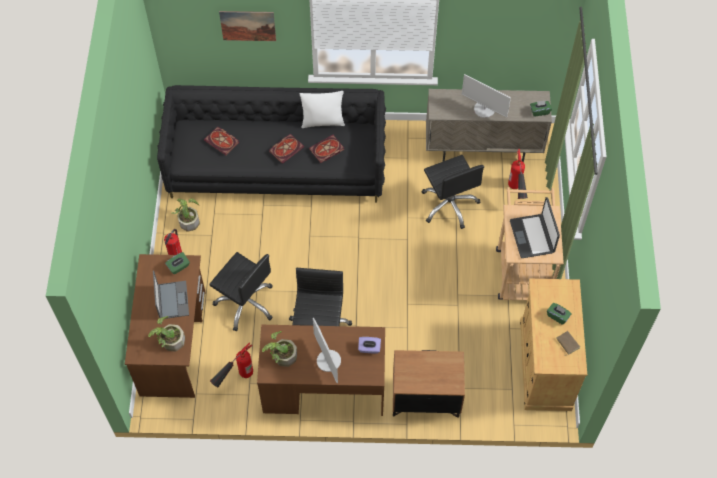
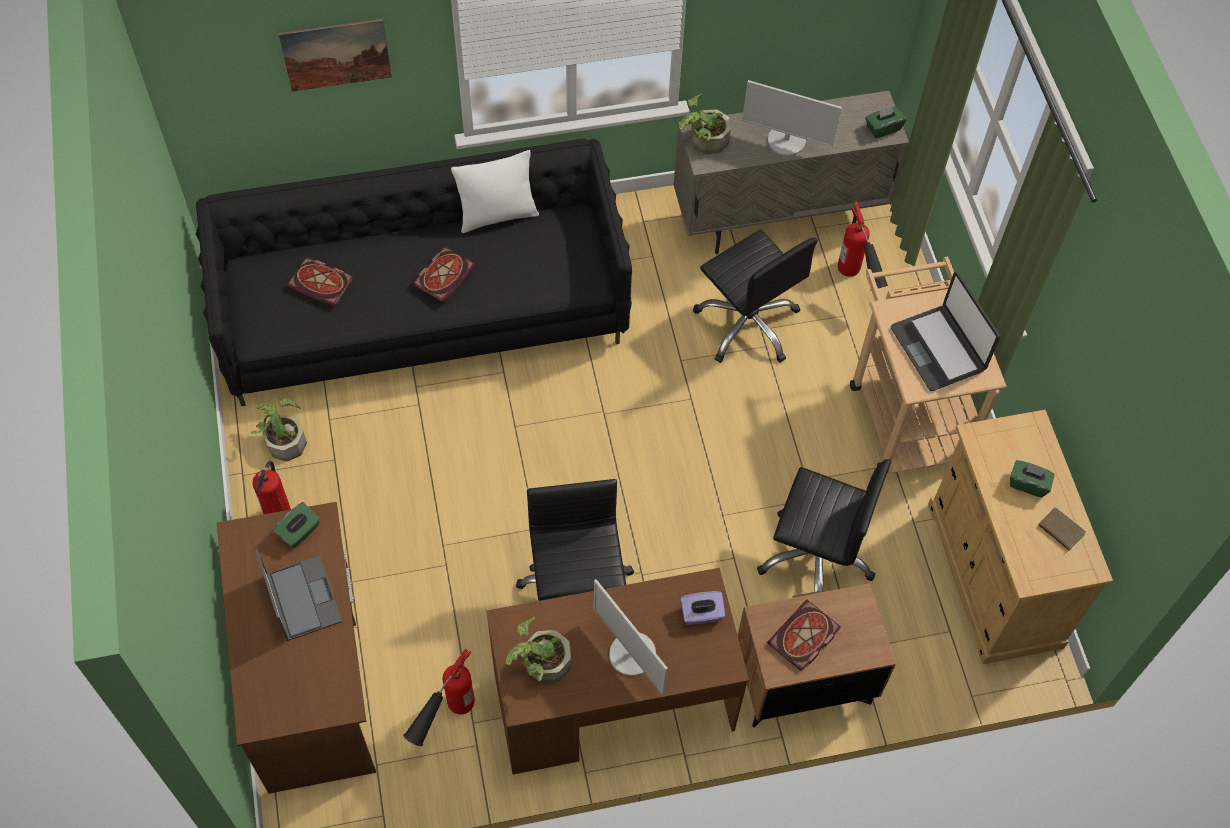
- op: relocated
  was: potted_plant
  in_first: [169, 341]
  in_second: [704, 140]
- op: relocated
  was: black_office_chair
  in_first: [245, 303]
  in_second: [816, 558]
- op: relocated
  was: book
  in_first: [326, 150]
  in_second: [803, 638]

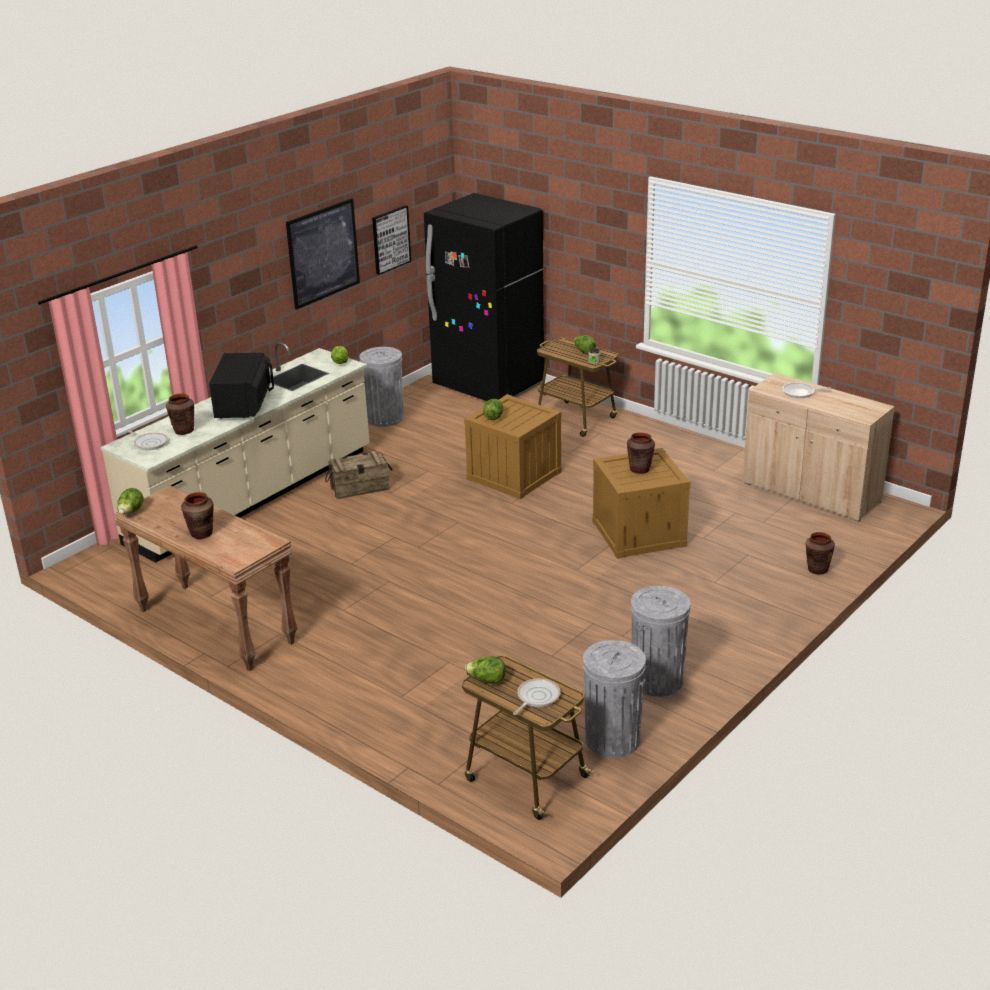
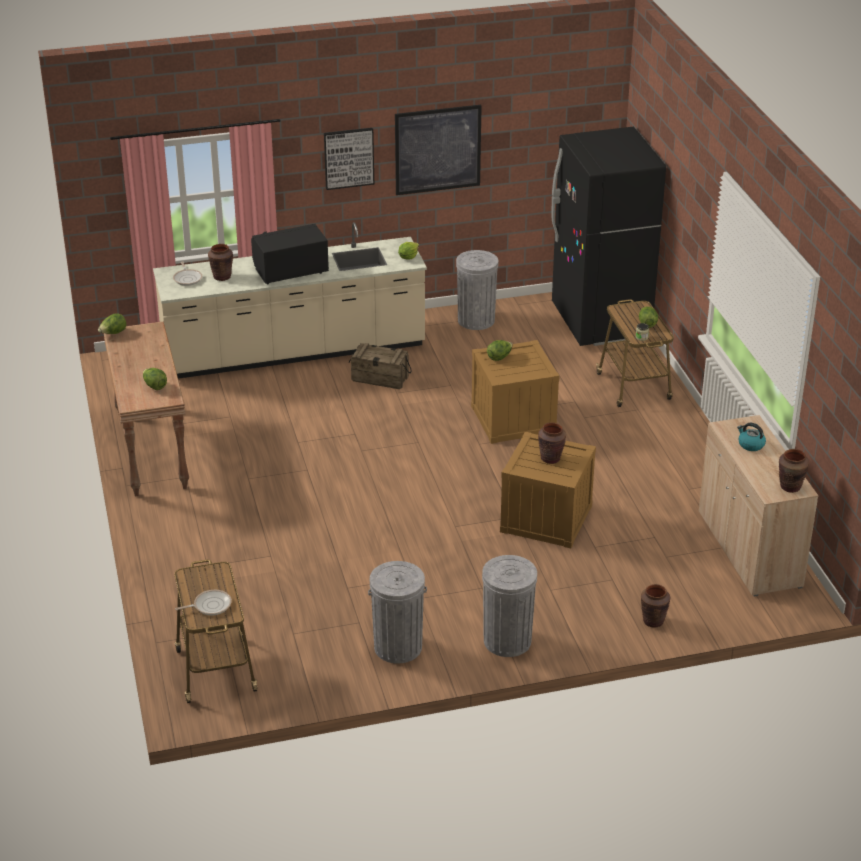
- op: relocated
  was: brown_vase
  in_first: [201, 534]
  in_second: [790, 487]
- op: relocated
  was: picture
  in_first: [390, 239]
  in_second: [348, 158]
- op: relocated
  was: lettuce
  in_first: [487, 680]
  in_second: [154, 386]
- op: relocated
  was: grey_trash_can
  in_first: [612, 739]
  in_second: [507, 640]
- op: exchanged
  was: frying_pan
  now: kettle
  in_first: [800, 393]
  in_second: [750, 445]
- op: spun
  was: black_microwave
  in_first: [244, 405]
  in_second: [290, 270]
  clockwise: -150

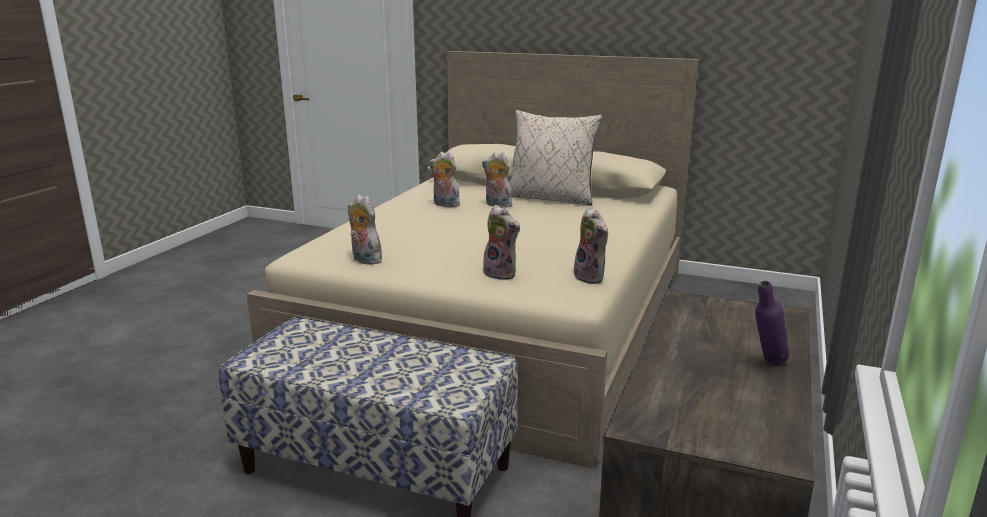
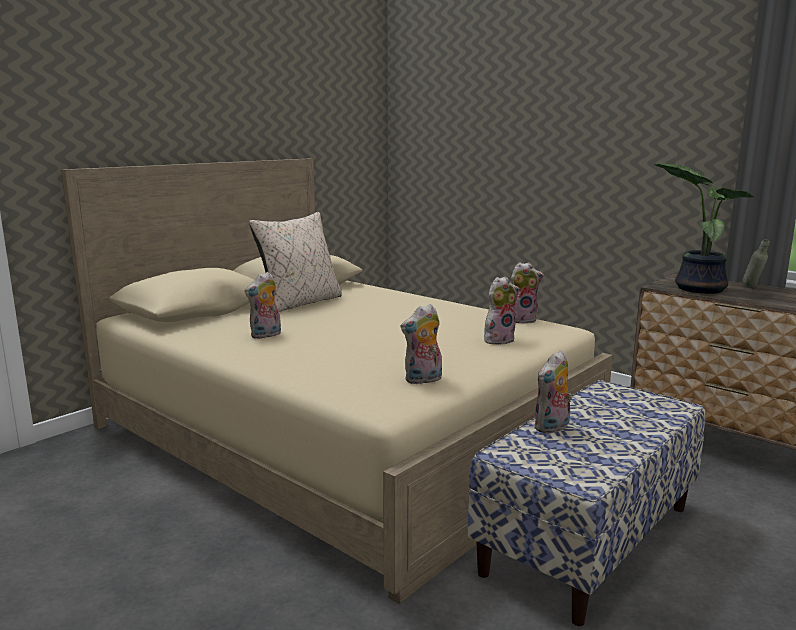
- op: appeared
  now: potted_plant
  in_second: [697, 288]
- op: relocated
  was: plush_toy
  in_first: [497, 205]
  in_second: [552, 428]
- op: colour
  was: purple_bottle
  now: grey_bottle
  in_first: [766, 364]
  in_second: [752, 288]

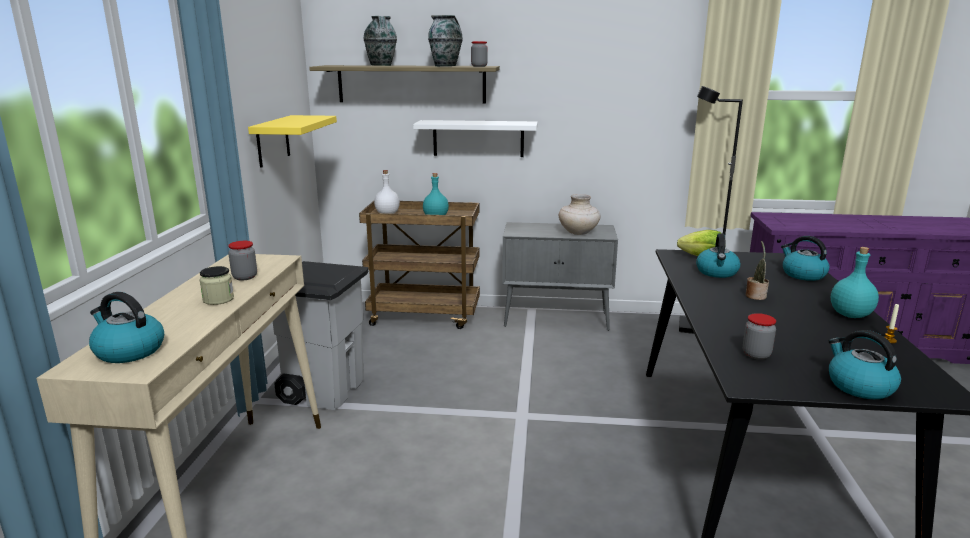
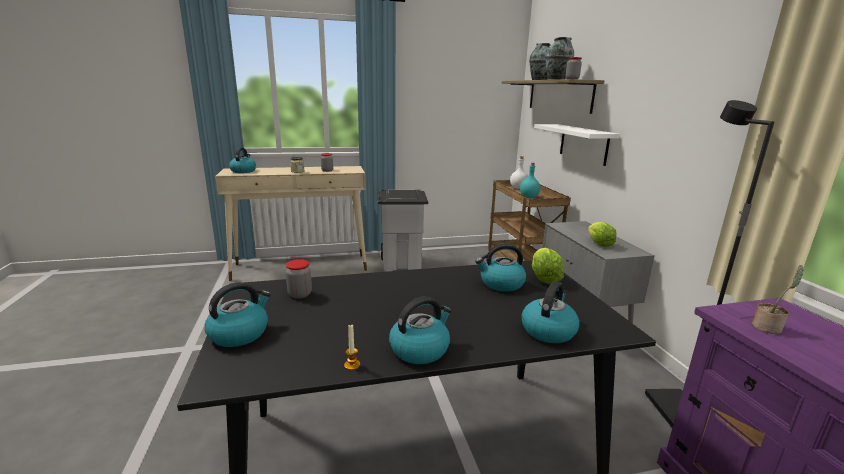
- op: missing
  was: yellow_shelf
  in_first: [273, 141]
- op: relocated
  was: potted_plant
  in_first: [755, 295]
  in_second: [768, 327]
- op: exchanged
  was: beige_vase
  now: lettuce
  in_first: [578, 233]
  in_second: [598, 243]
- op: exchanged
  was: turquoise_bottle
  now: kettle
  in_first: [850, 315]
  in_second: [420, 349]

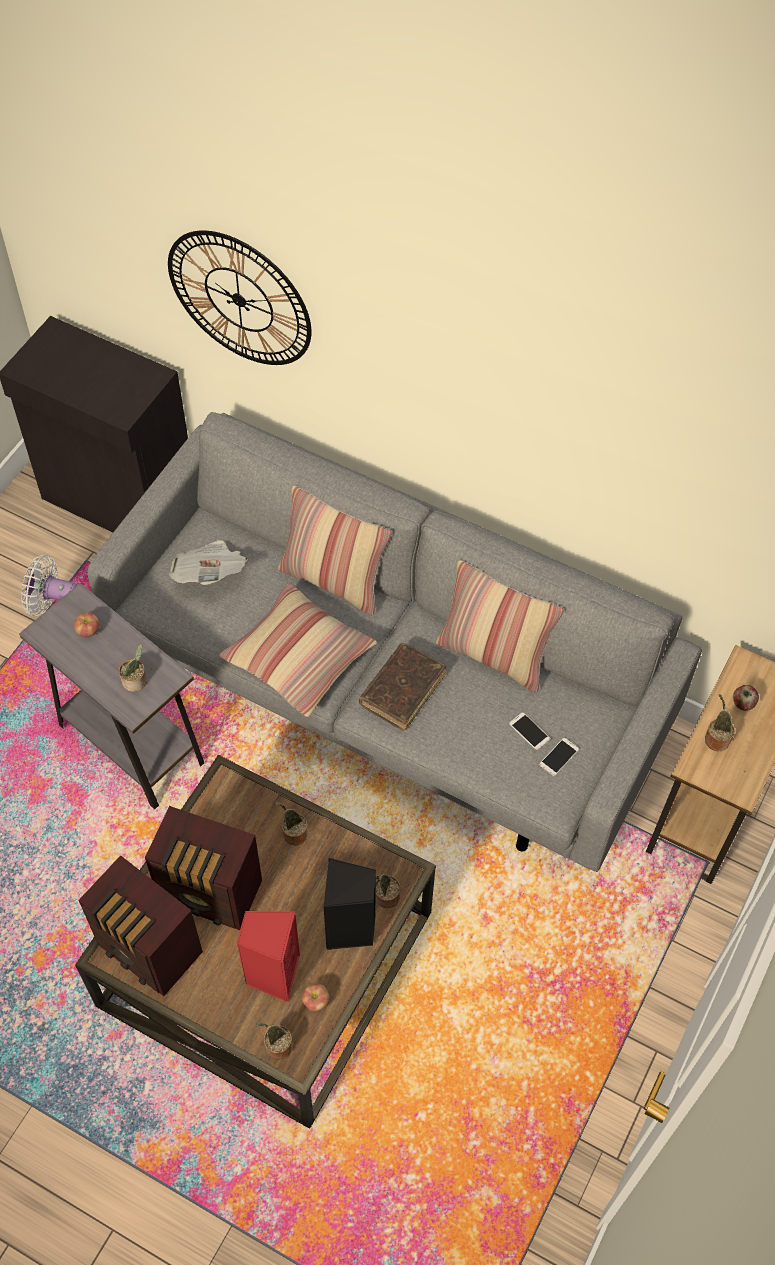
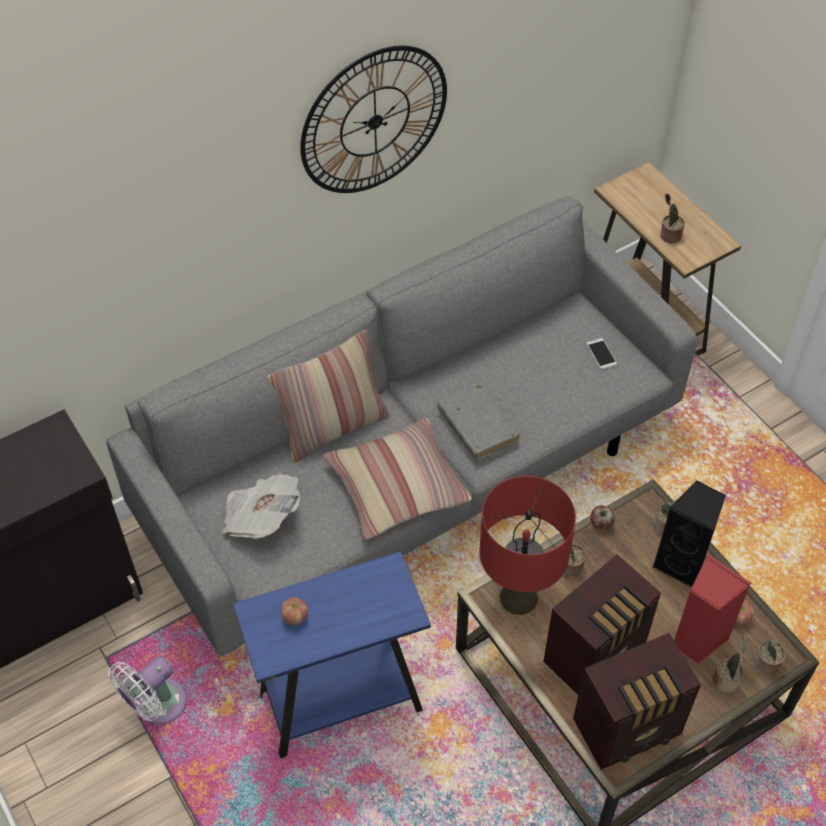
- op: missing
  was: pillow
  in_first: [493, 655]
- op: missing
  was: phone
  in_first: [529, 731]
- op: appeared
  now: red_table_lamp
  in_second: [518, 597]
- op: relocated
  was: potted_plant
  in_first: [136, 681]
  in_second: [726, 679]
- op: relocated
  was: wall_clock
  in_first: [239, 299]
  in_second: [374, 121]
- op: relocated
  was: apple
  in_first: [743, 703]
  in_second: [601, 523]
- op: colour
  was: grey_side_table
  now: blue_side_table
  in_first: [131, 744]
  in_second: [341, 702]
- op: colour
  was: brown_book
  now: grey_book
  in_first: [402, 690]
  in_second: [478, 427]

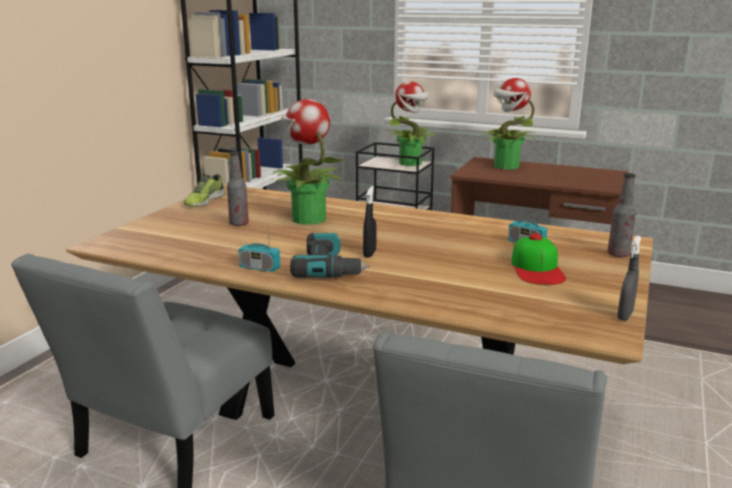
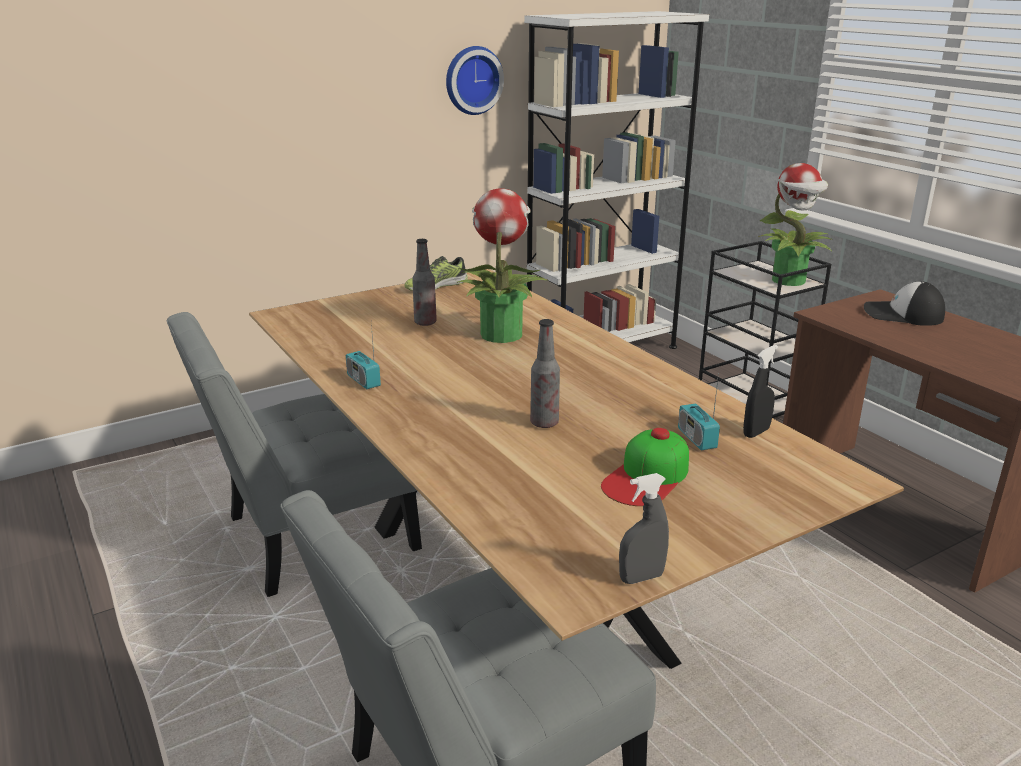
- op: missing
  was: power_drill
  in_first: [329, 268]
- op: appeared
  now: wall_clock
  in_second: [472, 80]
- op: relocated
  was: black_spray_bottle
  in_first: [369, 253]
  in_second: [756, 432]
- op: relocated
  was: bottle
  in_first: [618, 254]
  in_second: [544, 423]
- op: exchanged
  was: potted_plant
  now: cap
  in_first: [505, 166]
  in_second: [902, 314]

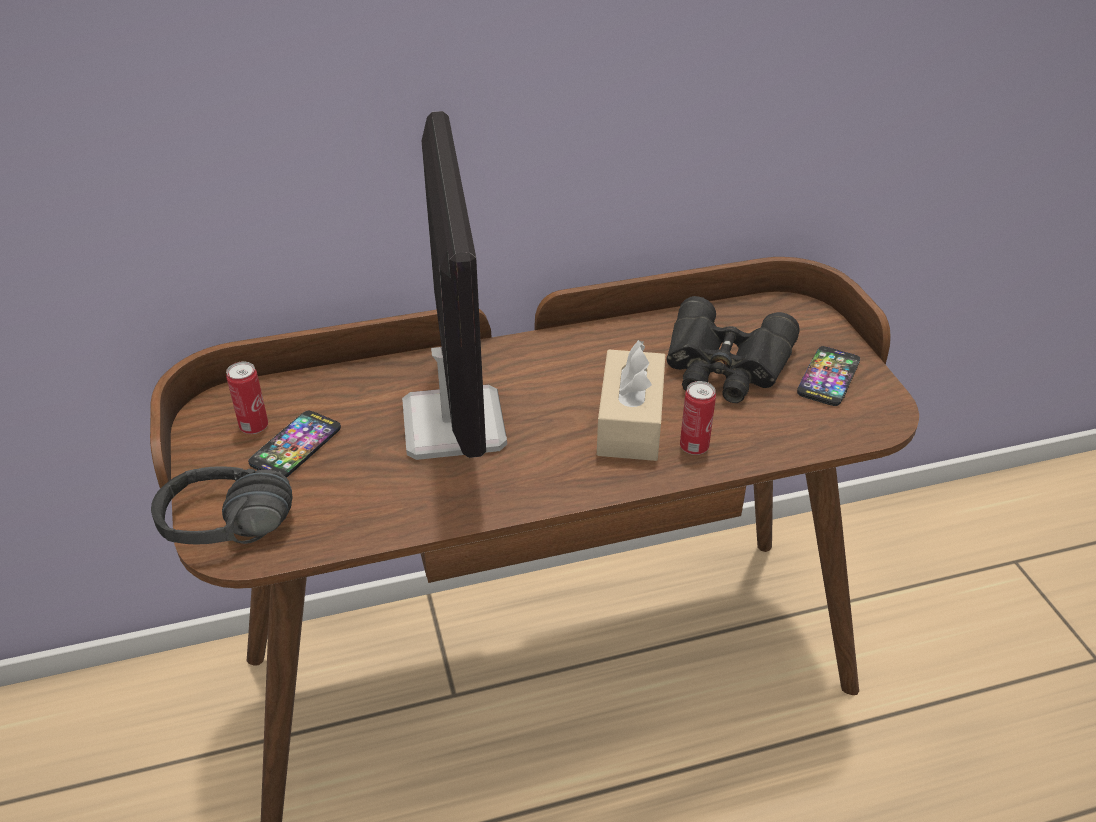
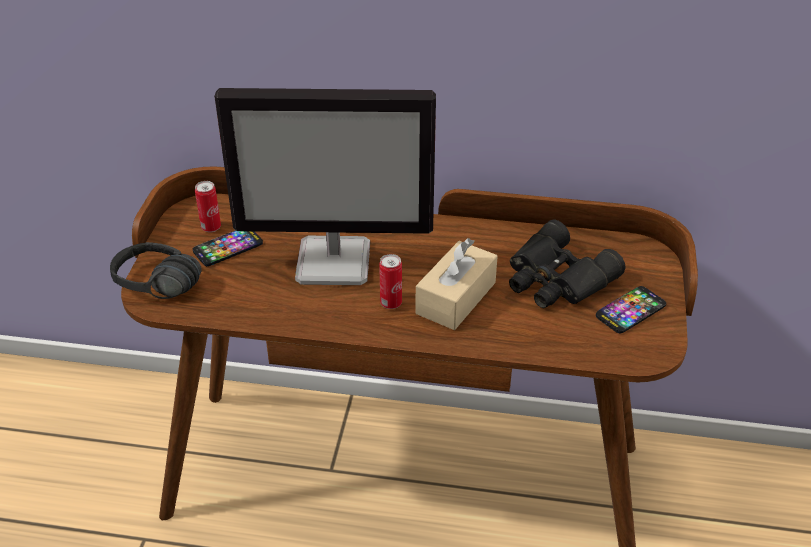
- op: relocated
  was: can
  in_first: [694, 447]
  in_second: [391, 303]
- op: spun
  was: monitor
  in_first: [452, 422]
  in_second: [335, 262]
  clockwise: 75

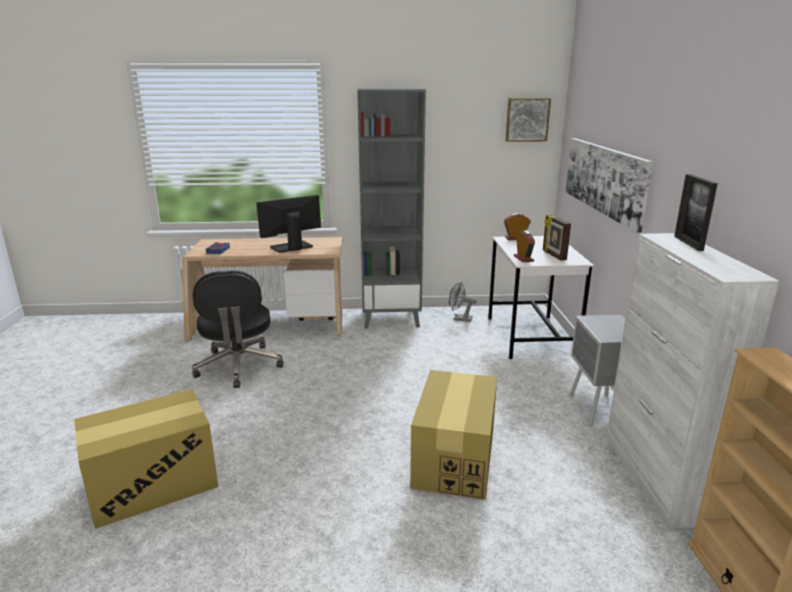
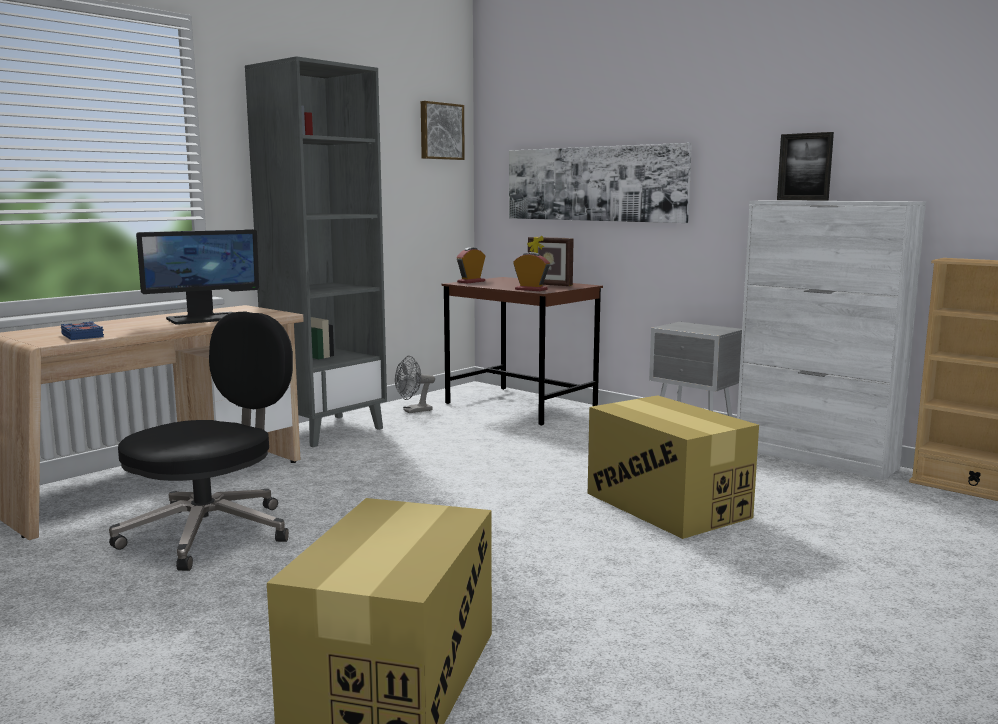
- op: colour
  was: white_desk
  now: brown_desk
  in_first: [531, 337]
  in_second: [521, 406]
- op: spun
  was: black_office_chair
  in_first: [238, 366]
  in_second: [211, 532]
  clockwise: -90
- op: spun
  was: monitor
  in_first: [291, 247]
  in_second: [205, 318]
  clockwise: -135

